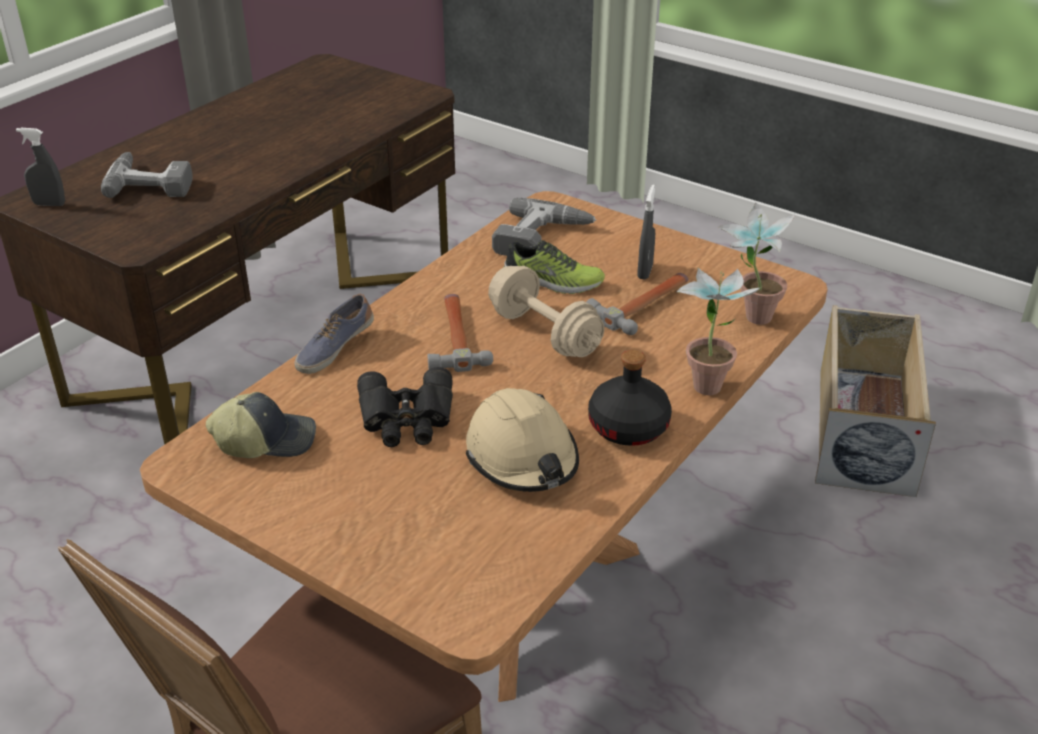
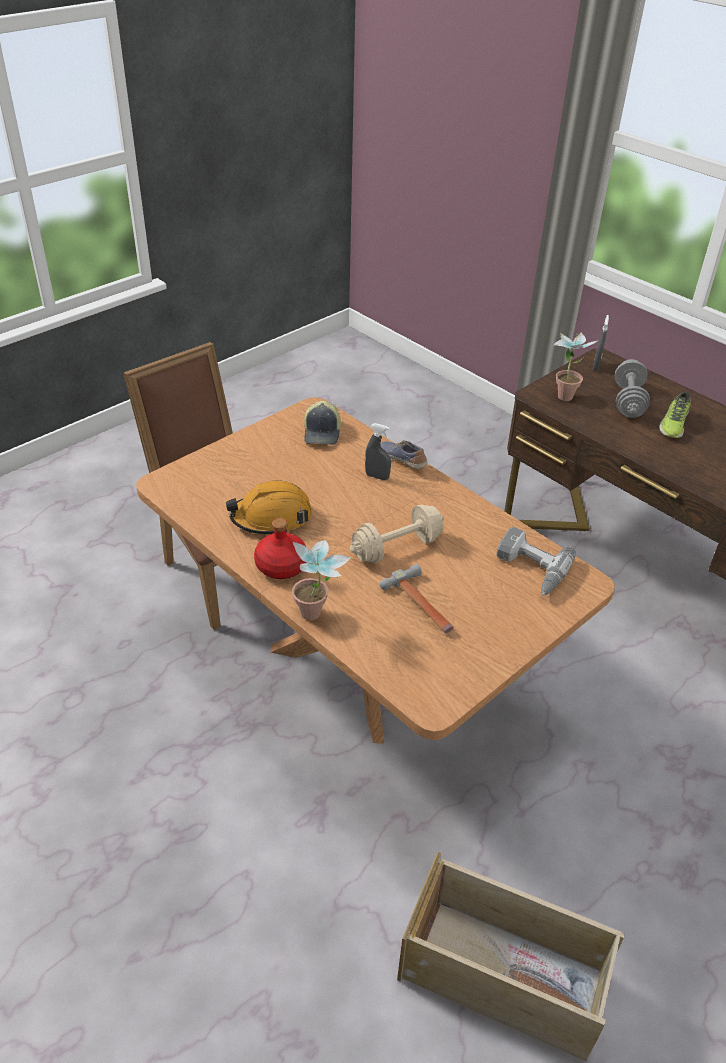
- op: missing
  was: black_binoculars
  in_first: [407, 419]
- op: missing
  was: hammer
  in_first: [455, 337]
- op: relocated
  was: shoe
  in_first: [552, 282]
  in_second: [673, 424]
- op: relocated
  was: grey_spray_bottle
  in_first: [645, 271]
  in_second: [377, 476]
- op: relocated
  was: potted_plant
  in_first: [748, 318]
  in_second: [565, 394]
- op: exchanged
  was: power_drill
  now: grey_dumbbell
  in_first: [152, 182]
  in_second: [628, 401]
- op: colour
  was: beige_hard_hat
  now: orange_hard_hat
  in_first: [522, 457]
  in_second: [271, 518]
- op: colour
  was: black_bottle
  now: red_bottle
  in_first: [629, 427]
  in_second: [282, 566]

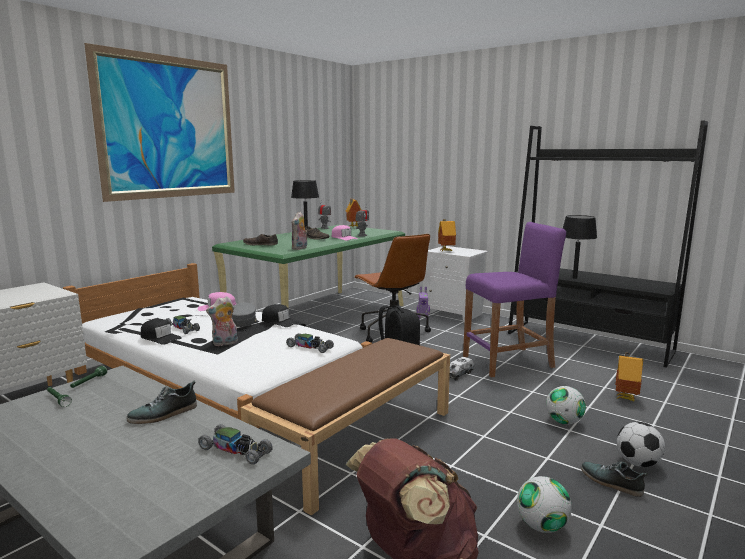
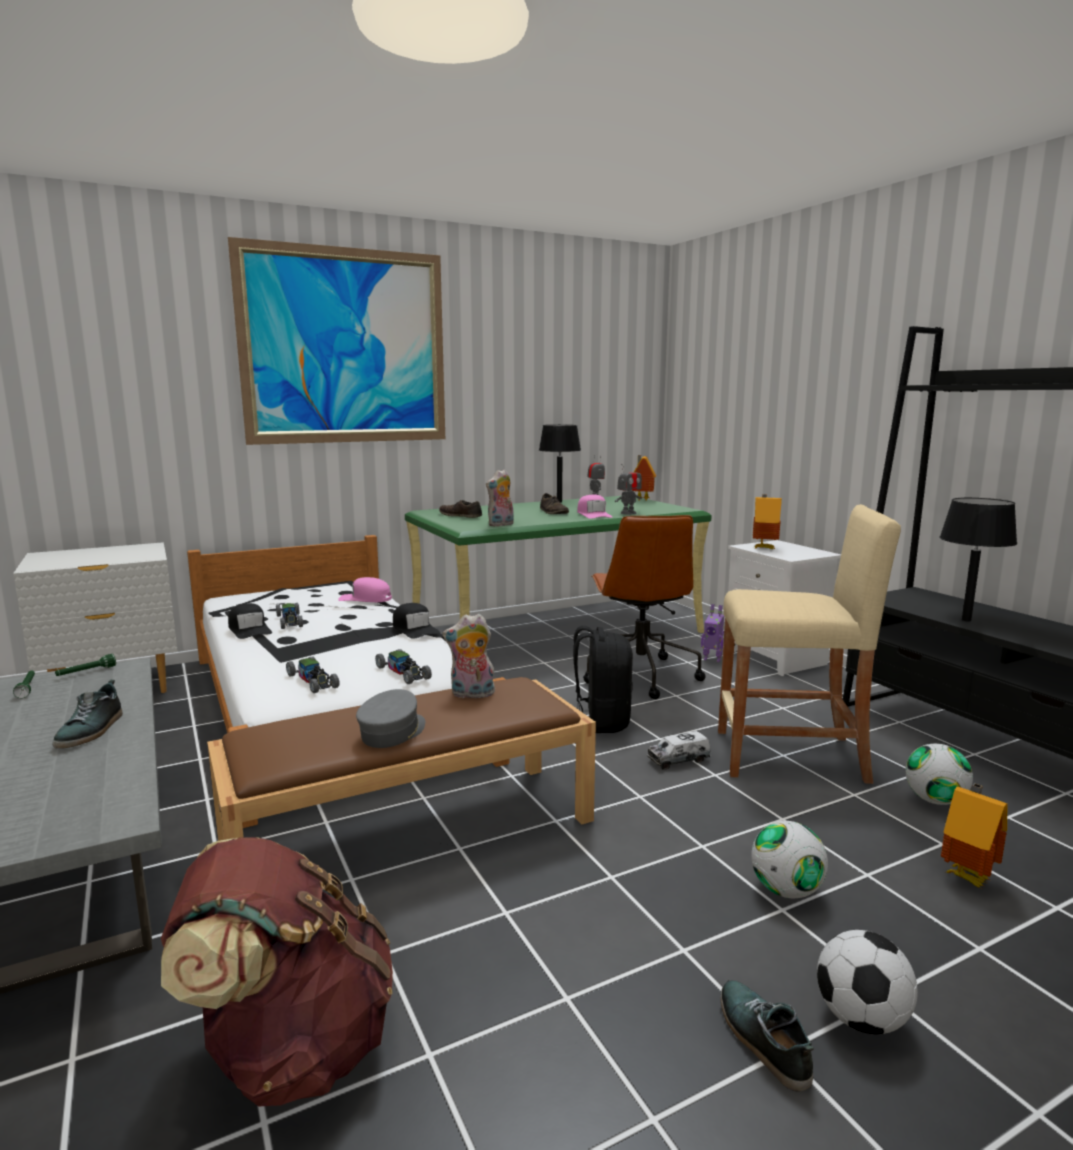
- op: relocated
  was: toy_car
  in_first: [235, 450]
  in_second: [313, 681]
- op: relocated
  was: plush_toy
  in_first: [225, 343]
  in_second: [471, 694]
- op: relocated
  was: grey_cap
  in_first: [243, 321]
  in_second: [392, 732]
- op: relocated
  was: football
  in_first: [541, 526]
  in_second: [934, 800]
- op: colour
  was: purple_stool
  now: beige_stool
  in_first: [508, 362]
  in_second: [790, 756]
- op: spun
  was: shoe
  in_first: [164, 414]
  in_second: [91, 730]
  clockwise: -75

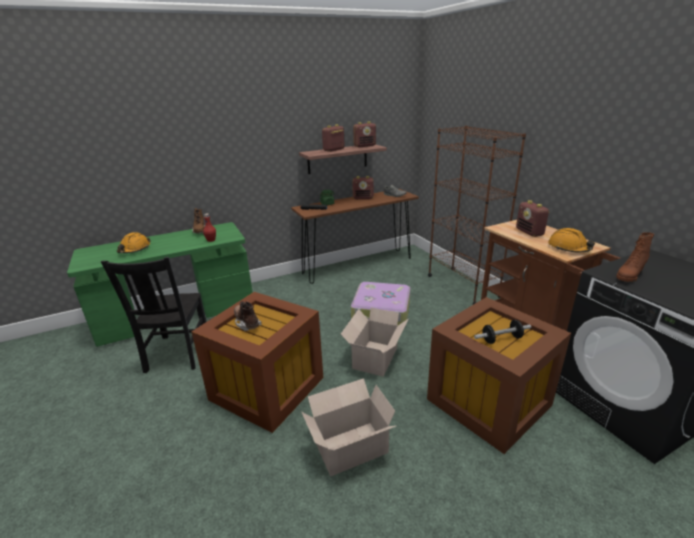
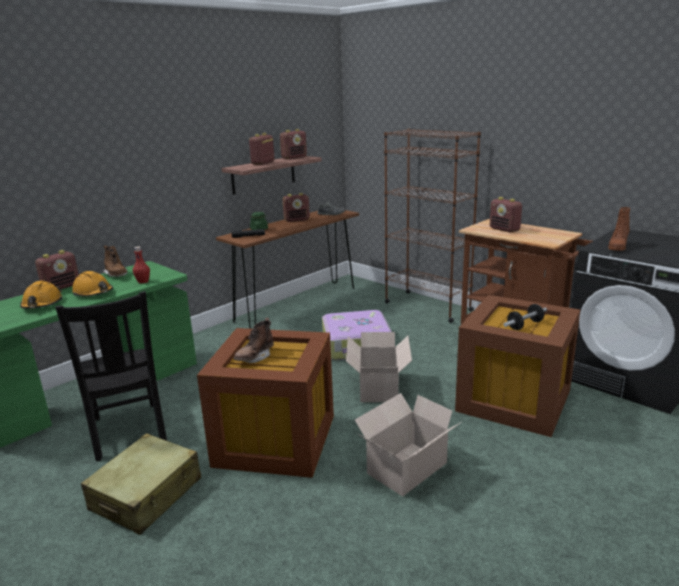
- op: appeared
  now: radio
  in_second: [61, 287]
- op: appeared
  now: beige_suitcase
  in_second: [147, 495]
- op: relocated
  was: orange_hard_hat
  in_first: [568, 248]
  in_second: [93, 293]
- op: spun
  was: brown_boot
  in_first: [247, 323]
  in_second: [255, 358]
  clockwise: -90

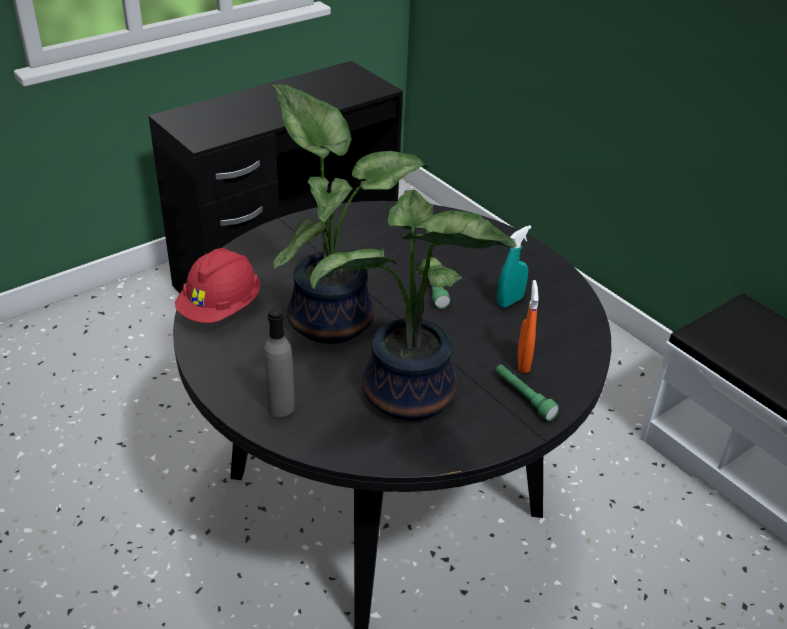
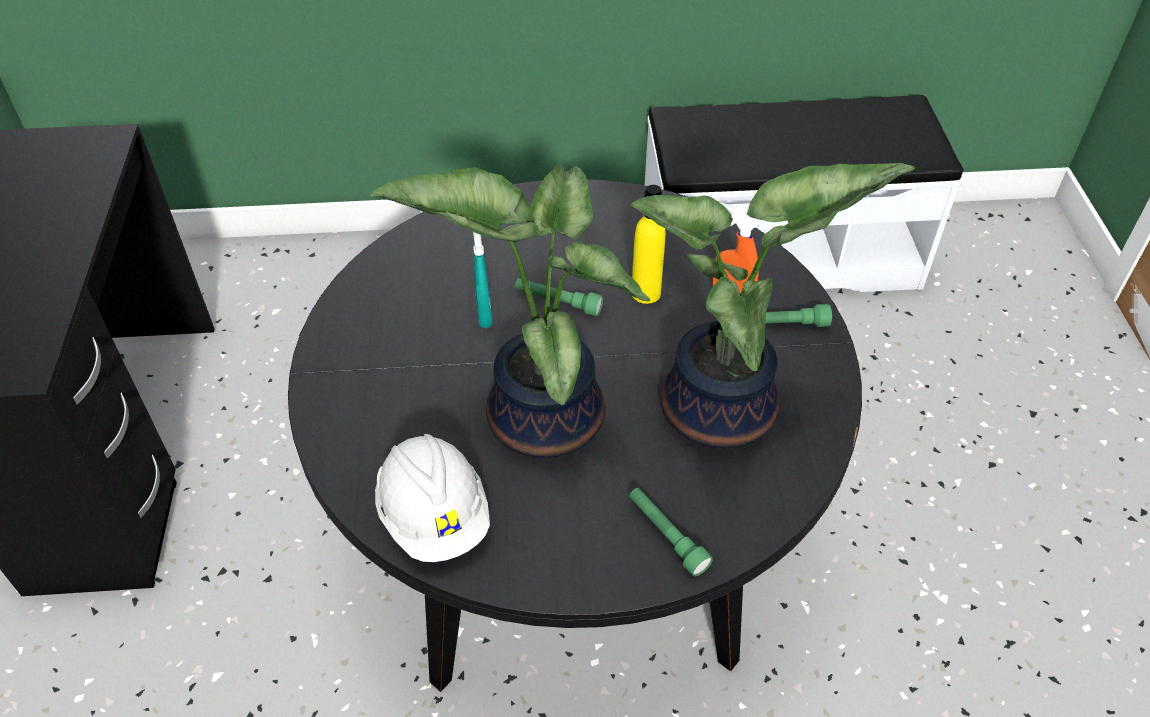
- op: appeared
  now: yellow_bottle
  in_second: [646, 293]
- op: relocated
  was: turquoise_spray_bottle
  in_first: [510, 301]
  in_second: [484, 314]
- op: exchanged
  was: grey_bottle
  now: green_flashlight
  in_first: [281, 407]
  in_second: [666, 535]
- op: colour
  was: red_hard_hat
  now: white_hard_hat
  in_first: [221, 308]
  in_second: [435, 516]

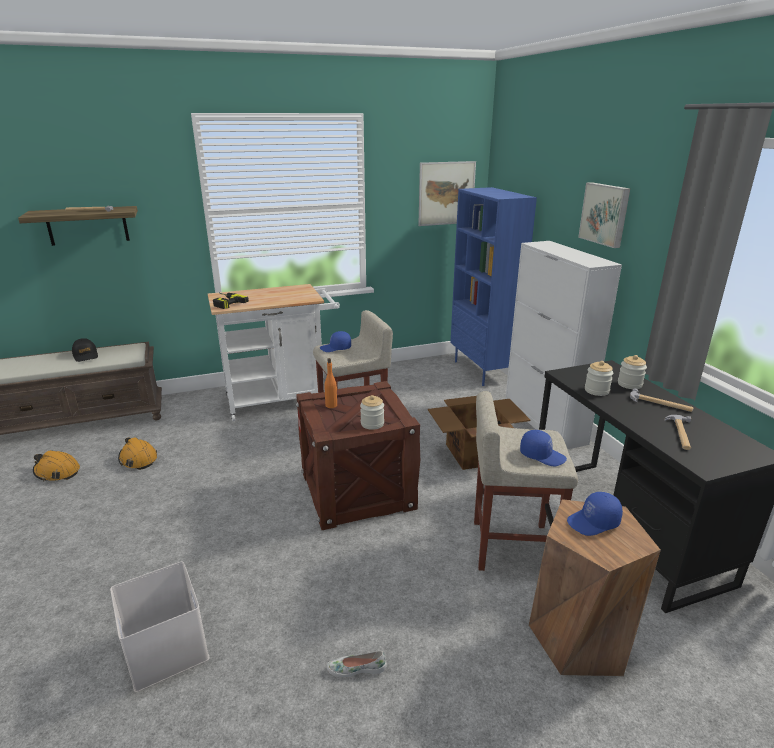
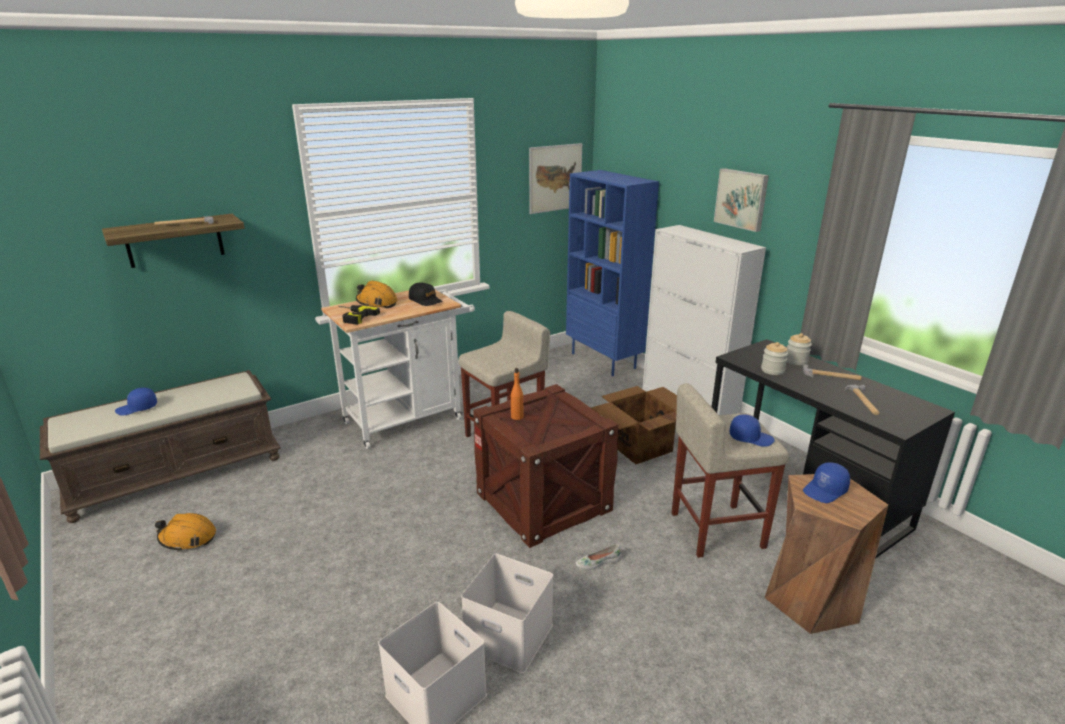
- op: missing
  was: jar
  in_first: [372, 424]
- op: appeared
  now: white_storage_box
  in_second: [507, 636]
- op: relocated
  was: black_cap
  in_first: [85, 355]
  in_second: [425, 300]
- op: relocated
  was: orange_hard_hat
  in_first: [138, 459]
  in_second: [376, 303]
- op: relocated
  was: blue_cap
  in_first: [336, 348]
  in_second: [137, 408]
- op: relocated
  was: white_shoe
  in_first: [356, 668]
  in_second: [597, 562]

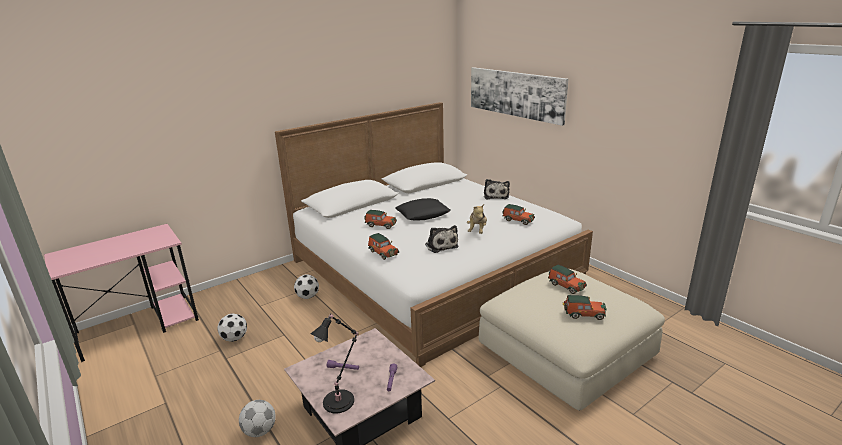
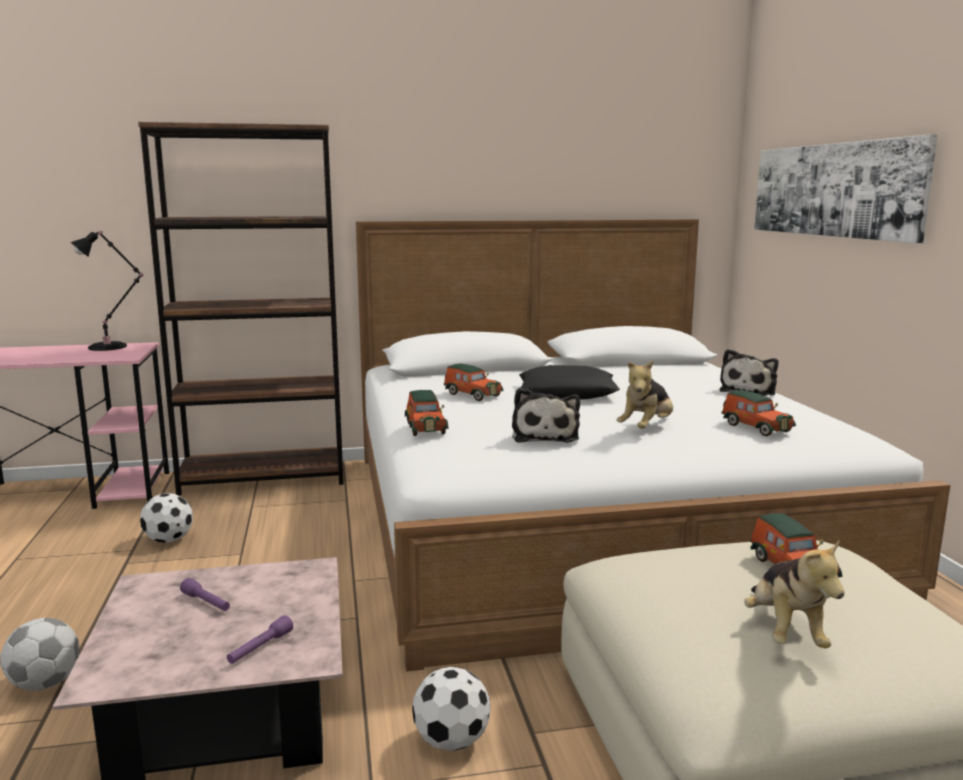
- op: appeared
  now: brown_bookcase
  in_second: [264, 478]
- op: relocated
  was: football
  in_first: [308, 296]
  in_second: [452, 741]
- op: relocated
  was: black_table_lamp
  in_first: [340, 400]
  in_second: [111, 347]
- op: exchanged
  was: toy_car
  now: plush_toy
  in_first: [583, 314]
  in_second: [785, 632]

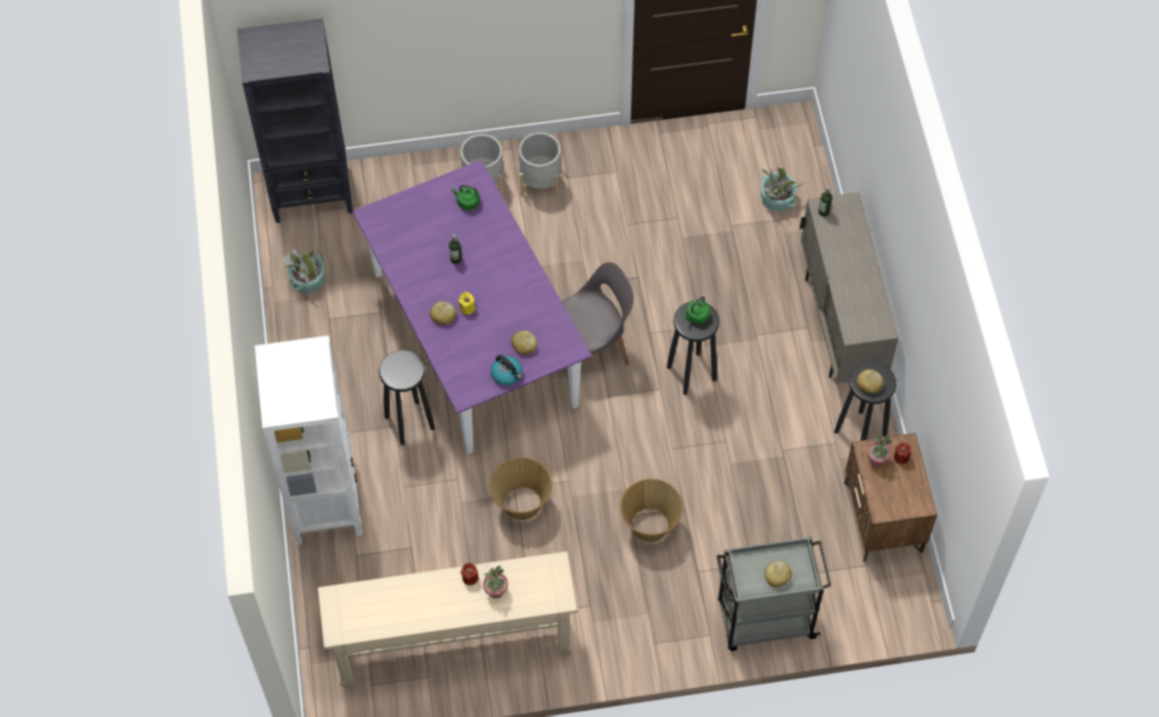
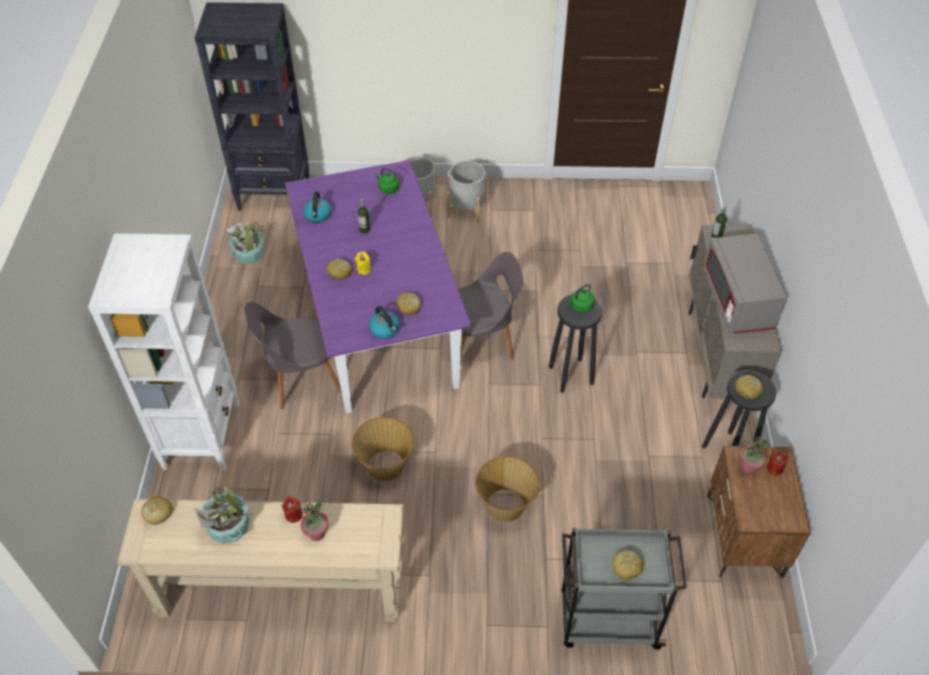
- op: appeared
  now: bread
  in_second: [158, 513]
- op: appeared
  now: kettle
  in_second: [318, 215]
- op: appeared
  now: grey_microwave
  in_second: [737, 301]
- op: relocated
  was: potted_plant
  in_first: [777, 199]
  in_second: [228, 526]
- op: exchanged
  was: black_stool
  now: grey_chair
  in_first: [409, 422]
  in_second: [301, 378]

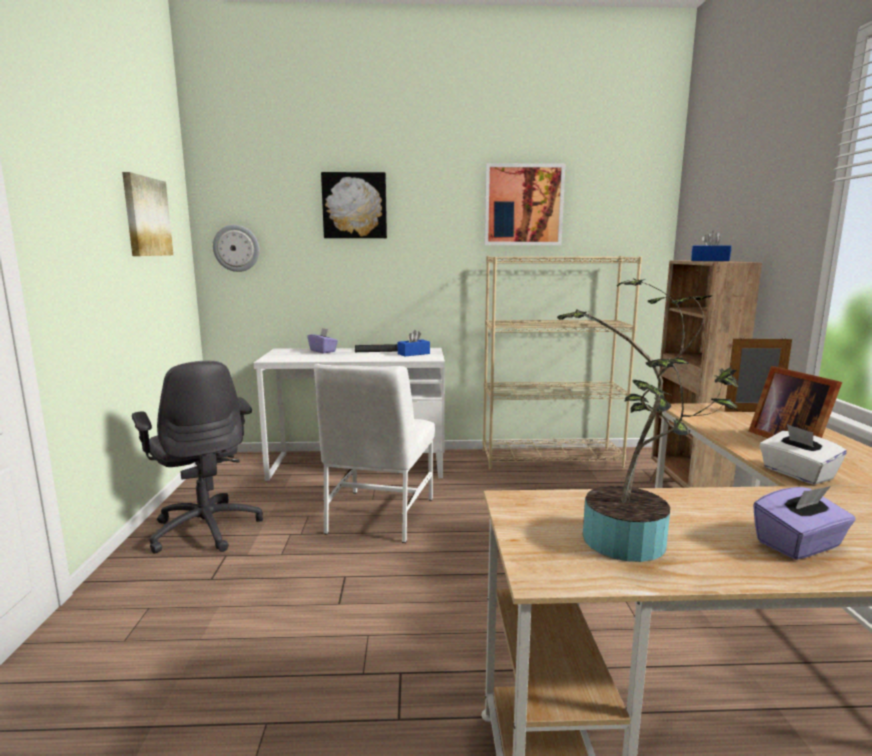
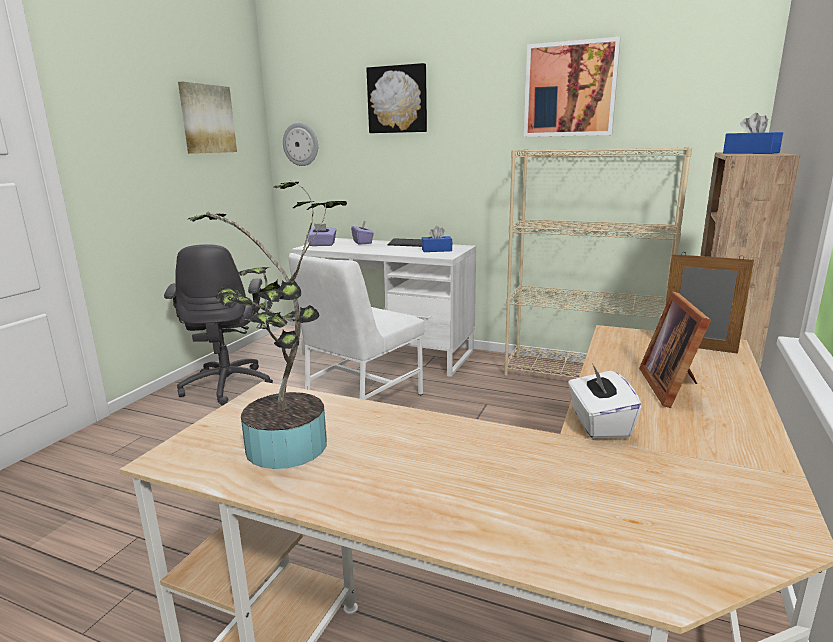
- op: relocated
  was: purple_tissue_box
  in_first: [799, 545]
  in_second: [322, 245]

